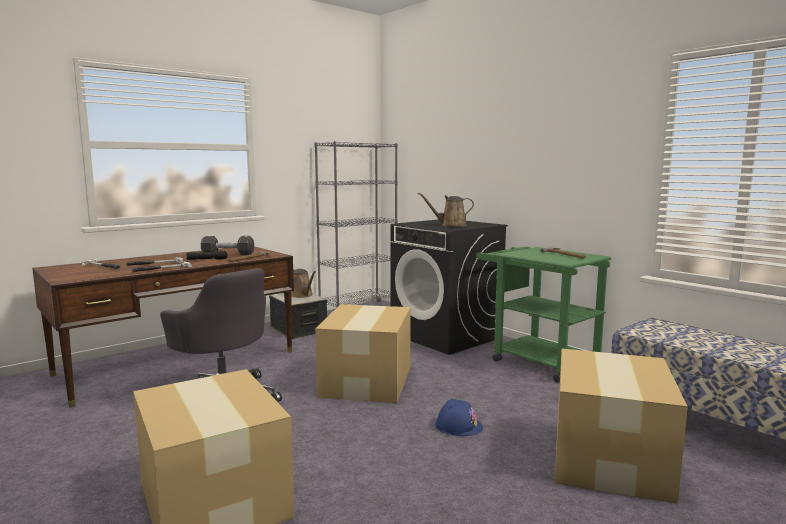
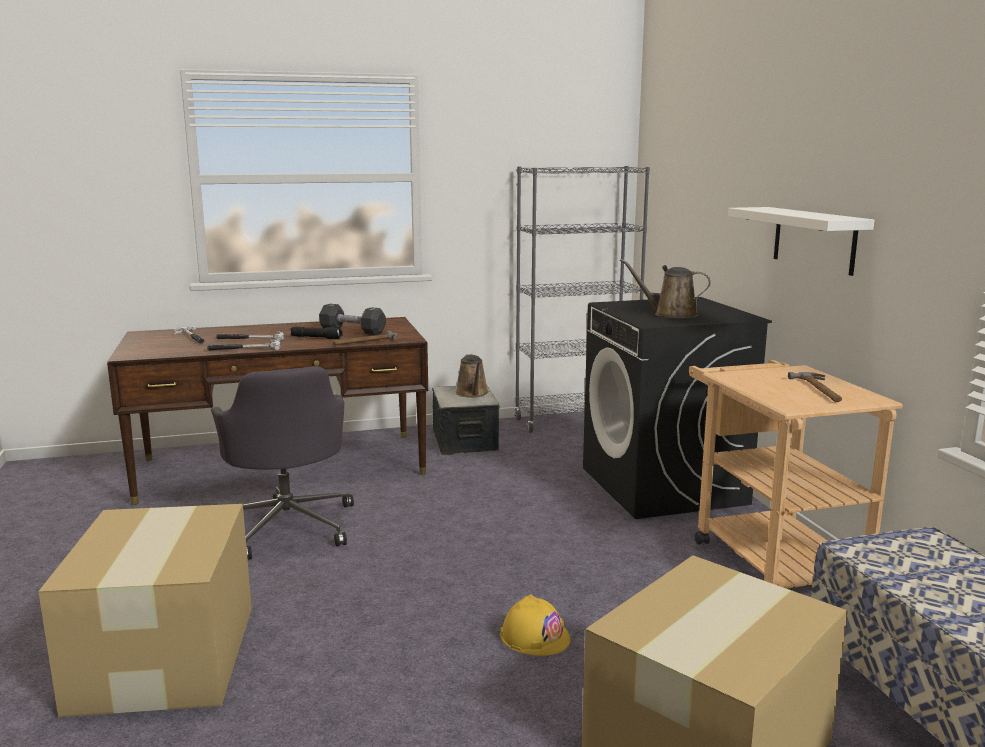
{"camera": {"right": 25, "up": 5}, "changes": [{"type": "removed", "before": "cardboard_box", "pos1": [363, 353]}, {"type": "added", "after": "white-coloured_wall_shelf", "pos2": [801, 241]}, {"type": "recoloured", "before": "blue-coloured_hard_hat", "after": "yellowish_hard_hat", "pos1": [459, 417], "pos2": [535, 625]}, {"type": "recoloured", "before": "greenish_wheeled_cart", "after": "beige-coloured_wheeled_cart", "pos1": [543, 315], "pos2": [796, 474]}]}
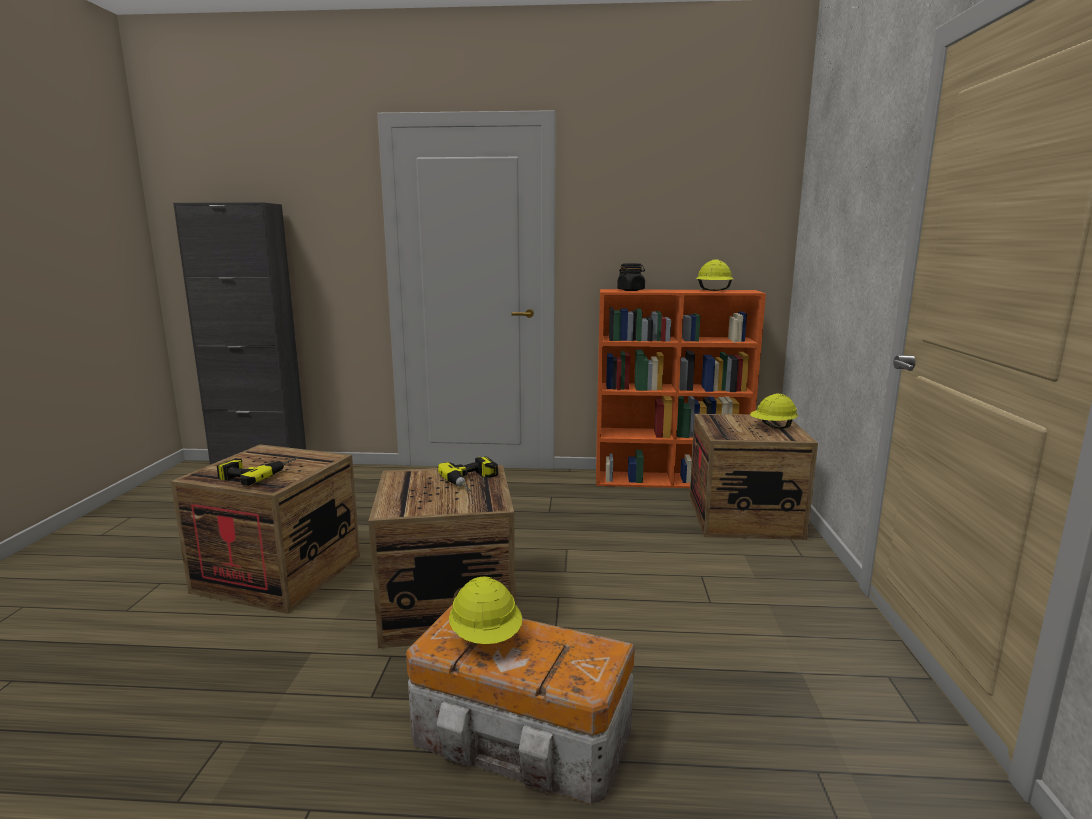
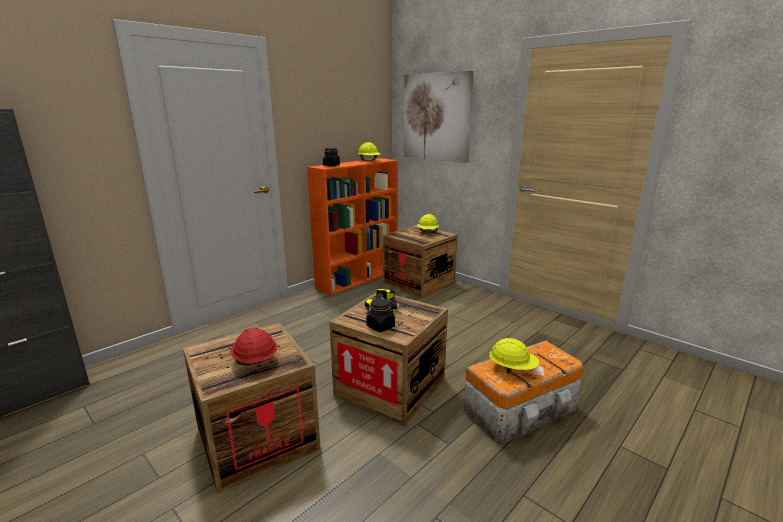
{"camera": {"right": -50, "up": 5}, "changes": [{"type": "added", "after": "blackish_jar", "pos2": [380, 315]}, {"type": "added", "after": "picture", "pos2": [439, 117]}, {"type": "replaced", "before": "drill", "after": "red-coloured_hard_hat", "pos1": [258, 471], "pos2": [253, 346]}]}
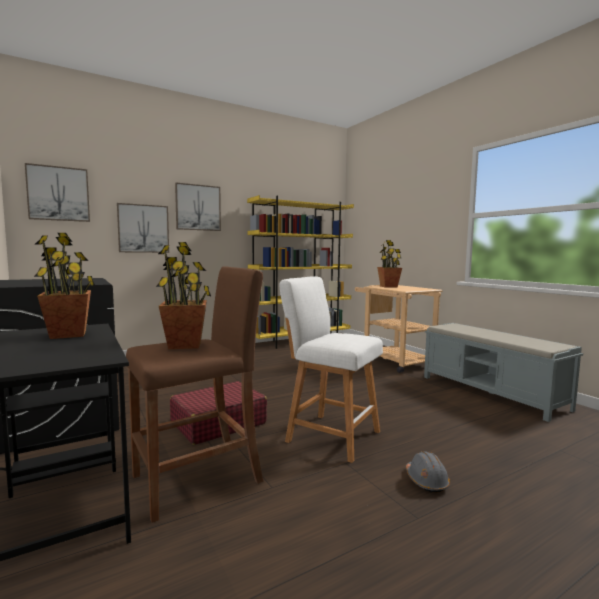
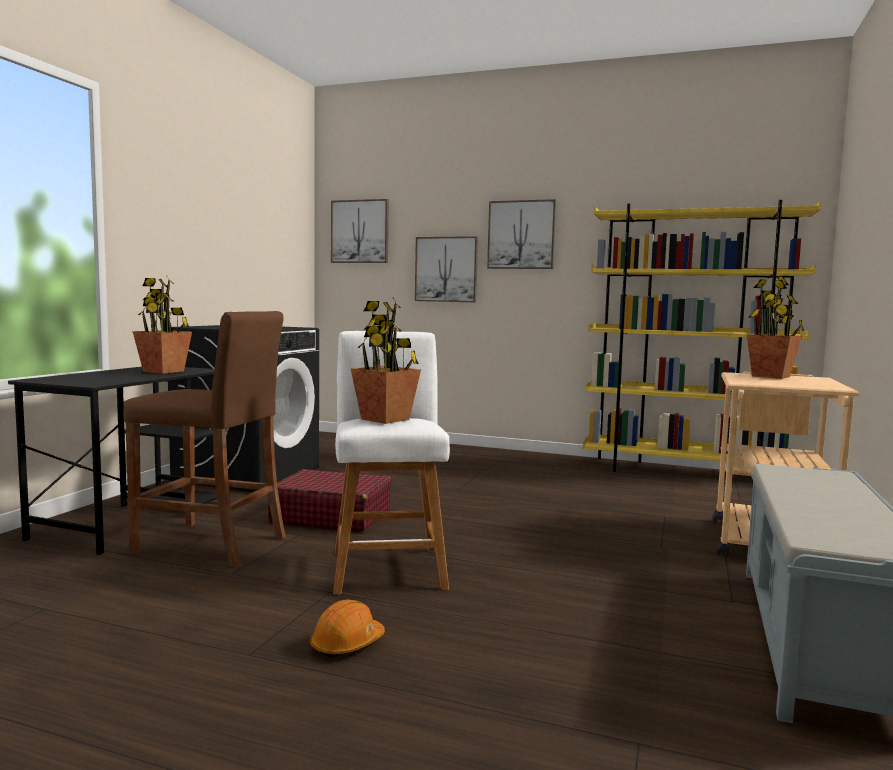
{"camera": {"right": 50, "up": 0}, "changes": [{"type": "moved", "before": "houseplant", "pos1": [183, 295], "pos2": [386, 360]}, {"type": "recoloured", "before": "grey_hard_hat", "after": "orange_hard_hat", "pos1": [428, 472], "pos2": [347, 628]}]}
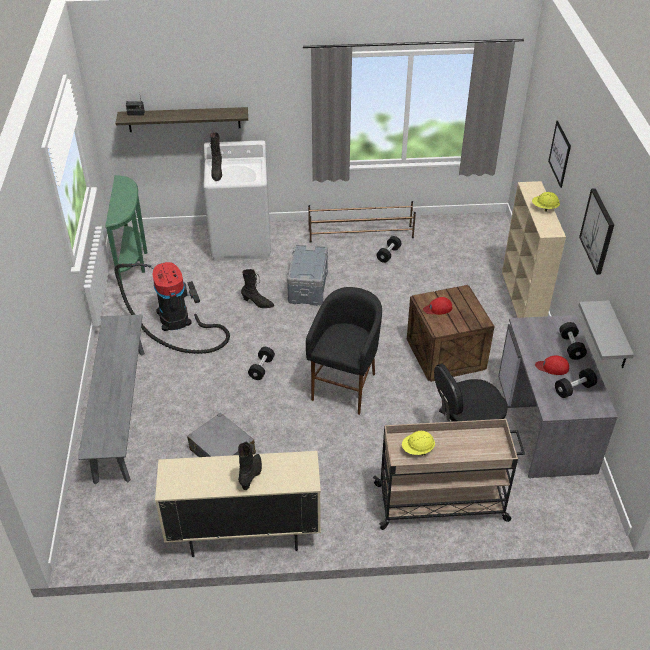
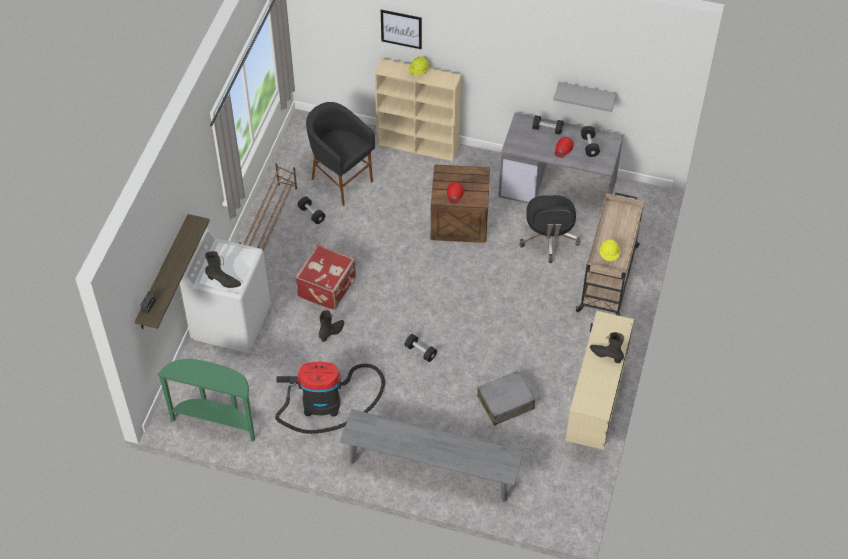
{"camera": {"right": -70, "up": 10}, "changes": [{"type": "removed", "before": "picture", "pos1": [596, 231]}, {"type": "moved", "before": "blackish_stool", "pos1": [344, 351], "pos2": [340, 154]}, {"type": "replaced", "before": "grey_storage_box", "after": "red-coloured_travel_case", "pos1": [307, 275], "pos2": [325, 277]}]}
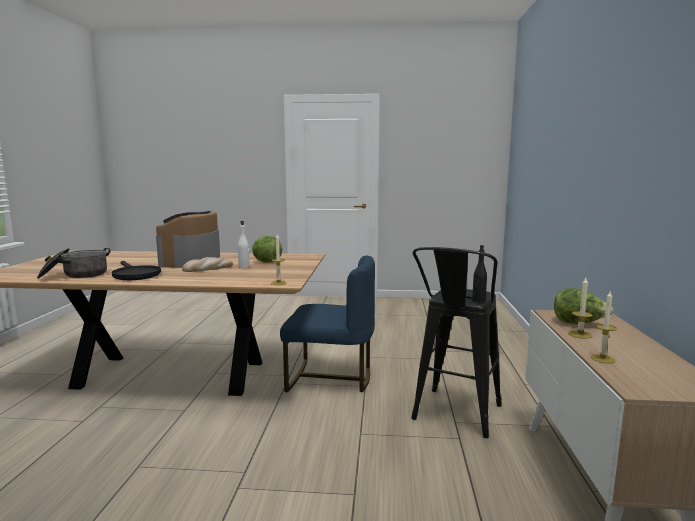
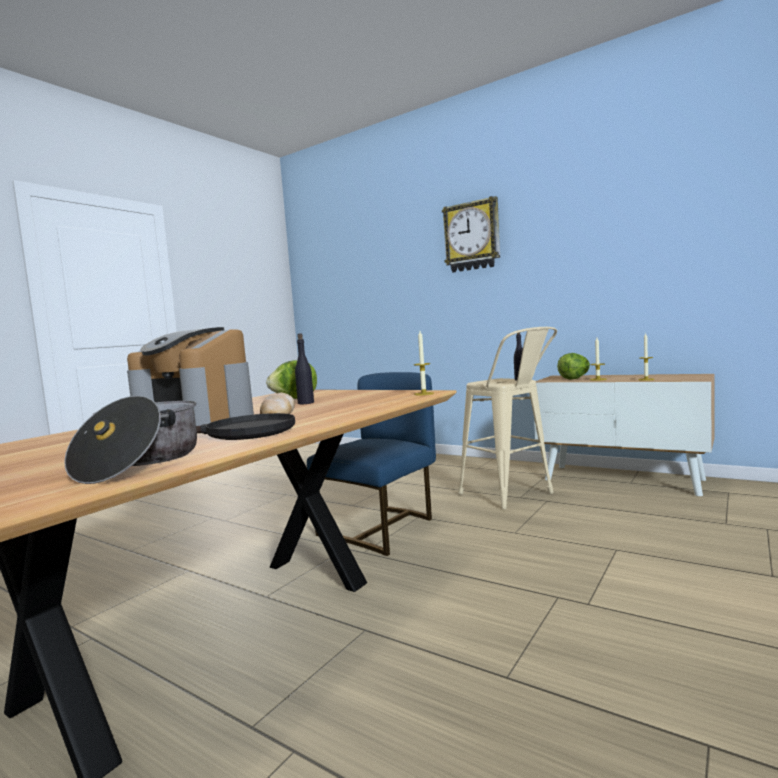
{"camera": {"right": -60, "up": -5}, "changes": [{"type": "added", "after": "wall_clock", "pos2": [471, 234]}, {"type": "recoloured", "before": "white-coloured_beverage_bottle", "after": "blackish_beverage_bottle", "pos1": [244, 244], "pos2": [304, 368]}, {"type": "recoloured", "before": "blackish_stool", "after": "beige-coloured_stool", "pos1": [456, 342], "pos2": [507, 418]}]}
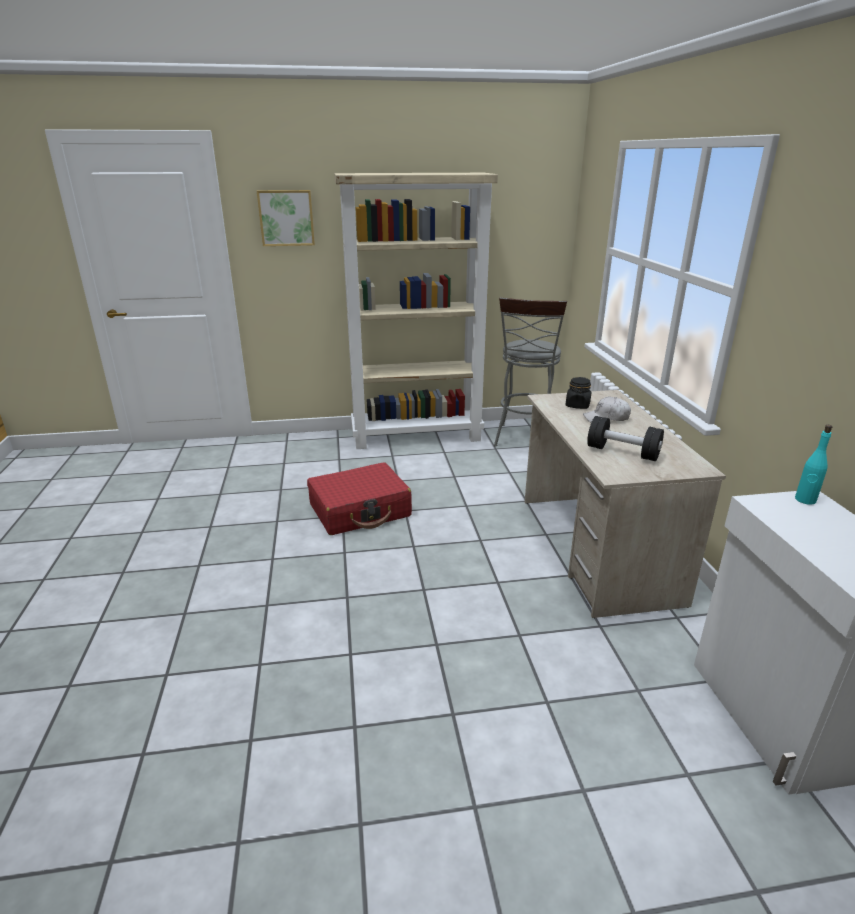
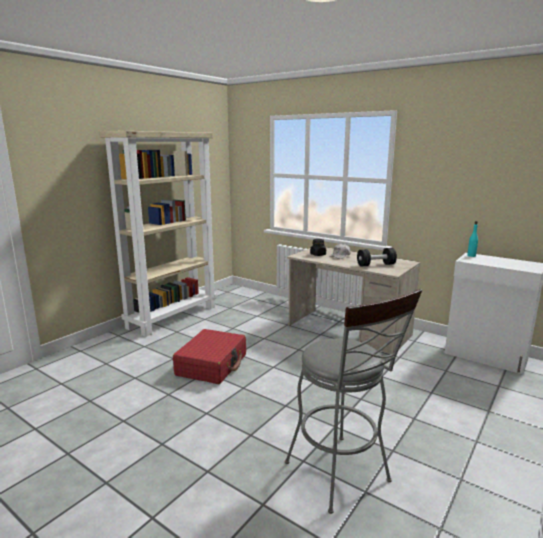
{"camera": {"right": -45, "up": -10}, "changes": [{"type": "removed", "before": "picture", "pos1": [286, 218]}, {"type": "moved", "before": "grey_stool", "pos1": [530, 372], "pos2": [353, 401]}]}
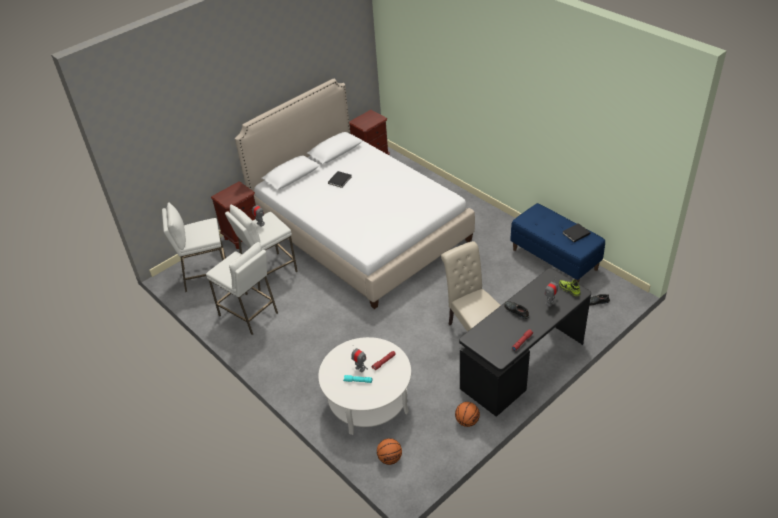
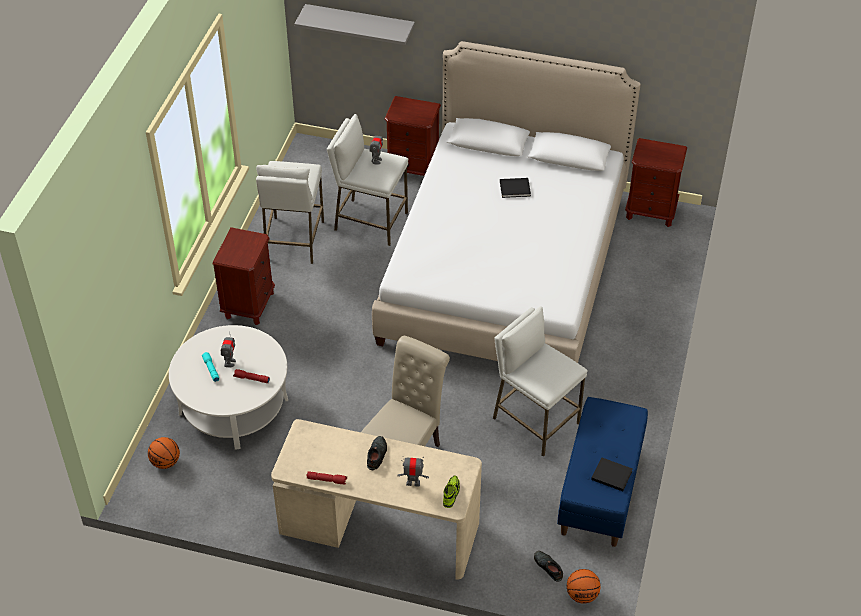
{"camera": {"right": 55, "up": 5}, "changes": [{"type": "added", "after": "brown-coloured_nightstand", "pos2": [244, 276]}, {"type": "added", "after": "grey_wall_shelf", "pos2": [354, 24]}, {"type": "moved", "before": "white-coloured_stool", "pos1": [194, 247], "pos2": [540, 381]}, {"type": "moved", "before": "basketball_ball", "pos1": [467, 414], "pos2": [584, 586]}, {"type": "recoloured", "before": "blackish_desk_table", "after": "beige-coloured_desk_table", "pos1": [525, 342], "pos2": [376, 499]}]}
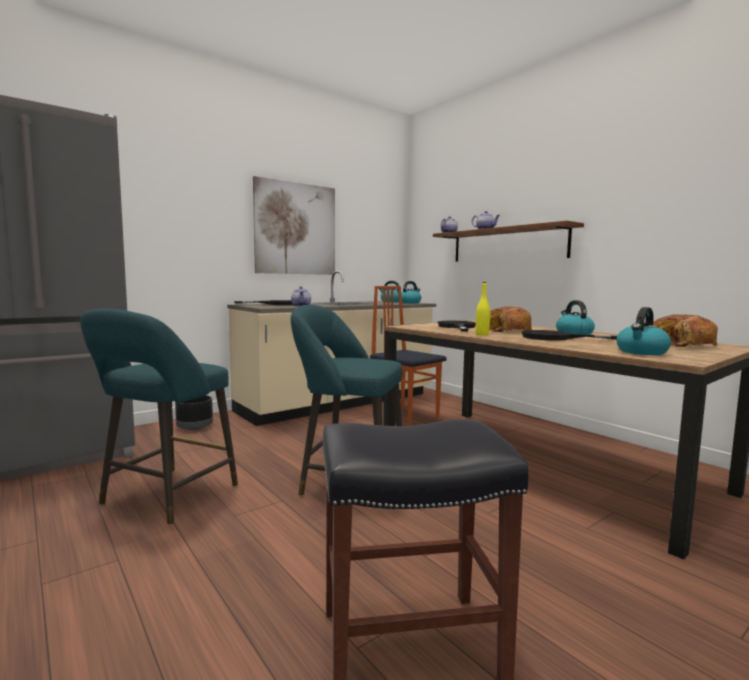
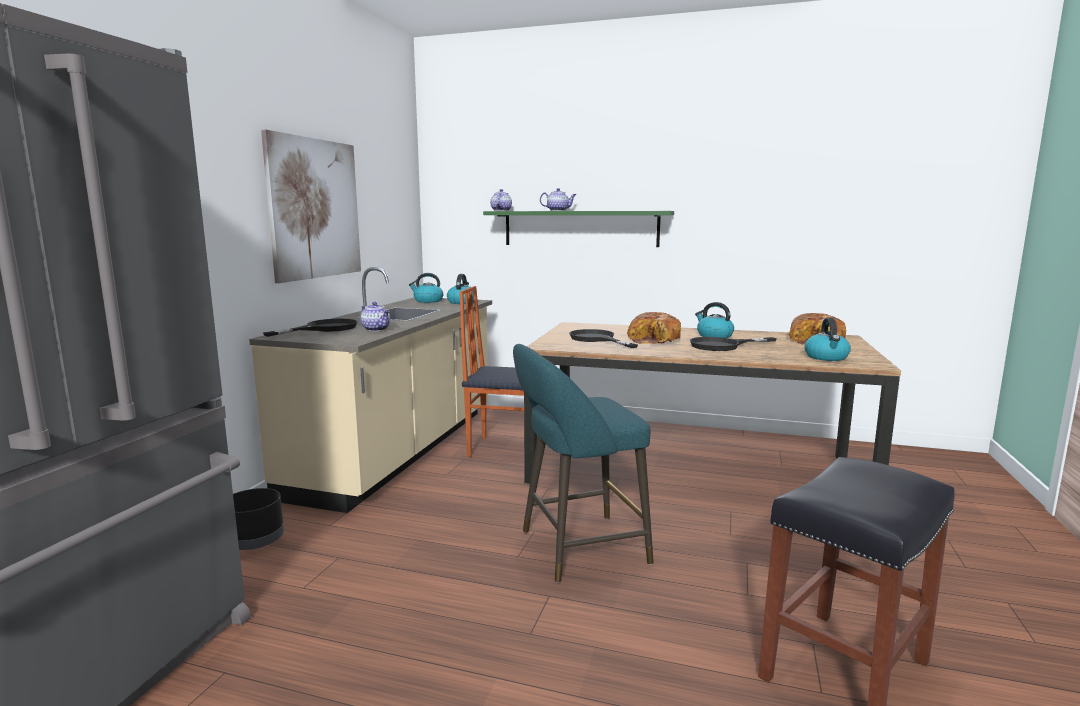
{"camera": {"right": -35, "up": 5}, "changes": [{"type": "removed", "before": "turquoise_stool", "pos1": [159, 417]}, {"type": "removed", "before": "yellowish_beverage_bottle", "pos1": [483, 308]}, {"type": "recoloured", "before": "brown-coloured_wall_shelf", "after": "greenish_wall_shelf", "pos1": [508, 241], "pos2": [578, 229]}]}
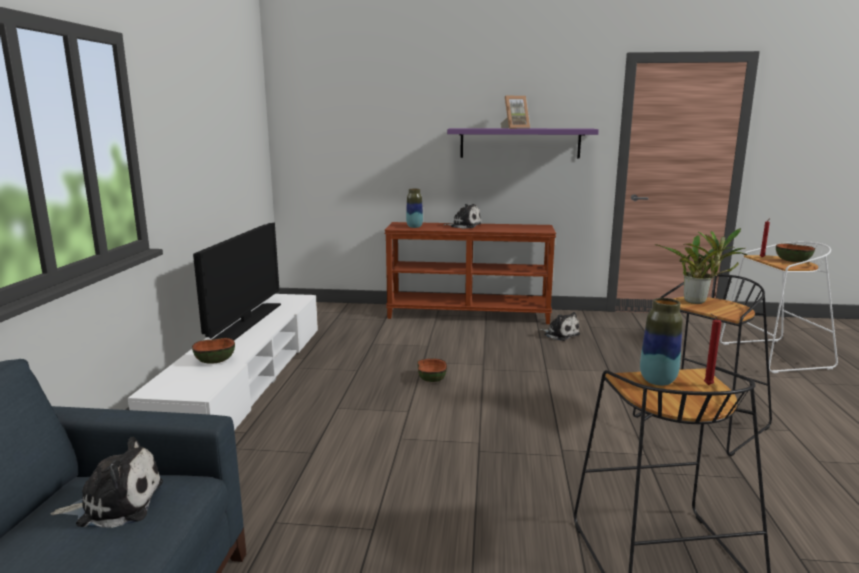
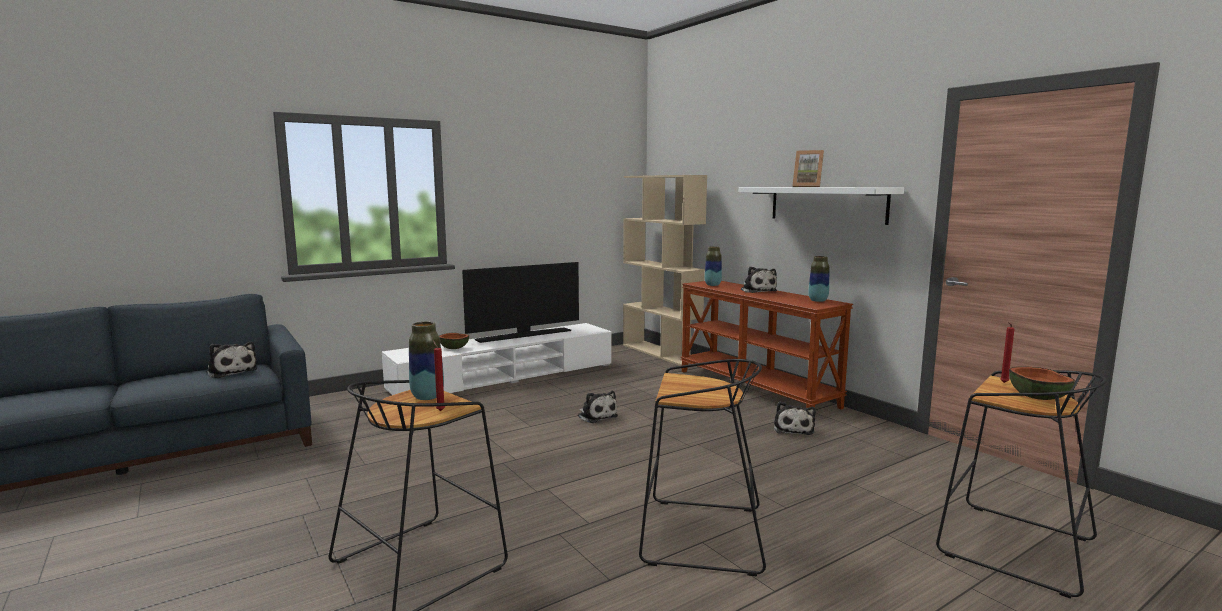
{"camera": {"right": 50, "up": -5}, "changes": [{"type": "removed", "before": "houseplant", "pos1": [701, 266]}, {"type": "added", "after": "beige-coloured_shelving_unit", "pos2": [665, 270]}, {"type": "added", "after": "vase", "pos2": [818, 279]}, {"type": "replaced", "before": "bowl", "after": "cuddly_toy", "pos1": [432, 370], "pos2": [598, 407]}, {"type": "recoloured", "before": "purple-coloured_wall_shelf", "after": "white-coloured_wall_shelf", "pos1": [523, 143], "pos2": [821, 206]}, {"type": "recoloured", "before": "white-coloured_stool", "after": "blackish_stool", "pos1": [779, 307], "pos2": [1021, 484]}]}
